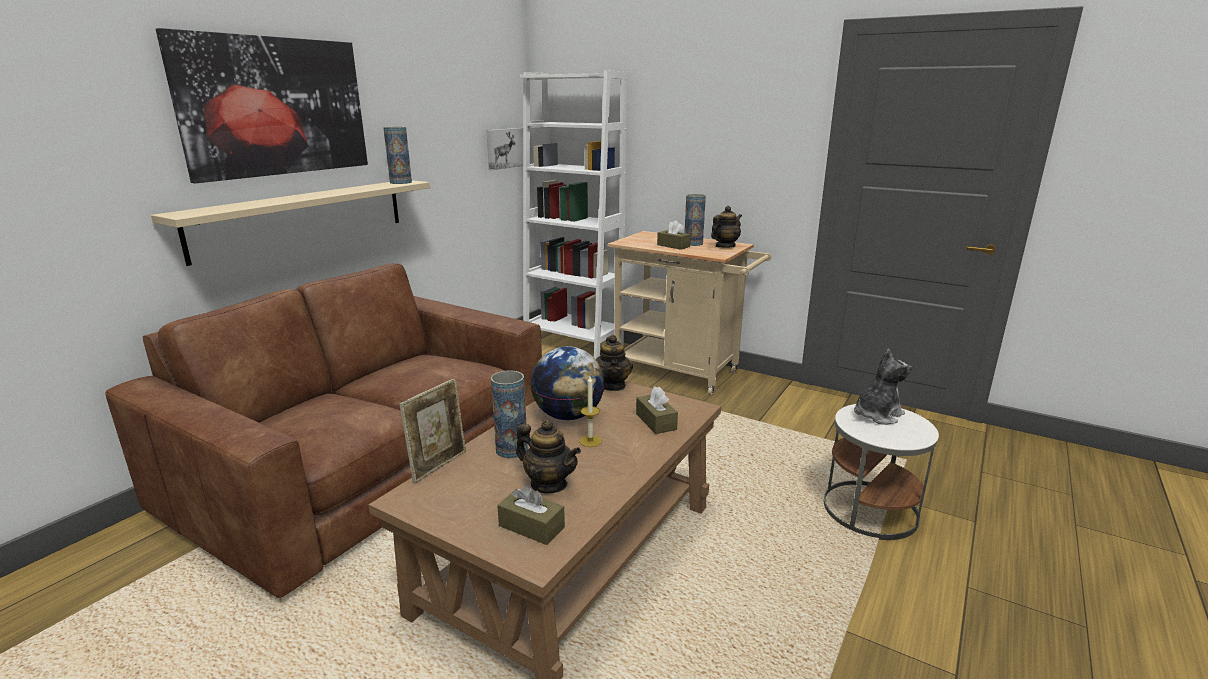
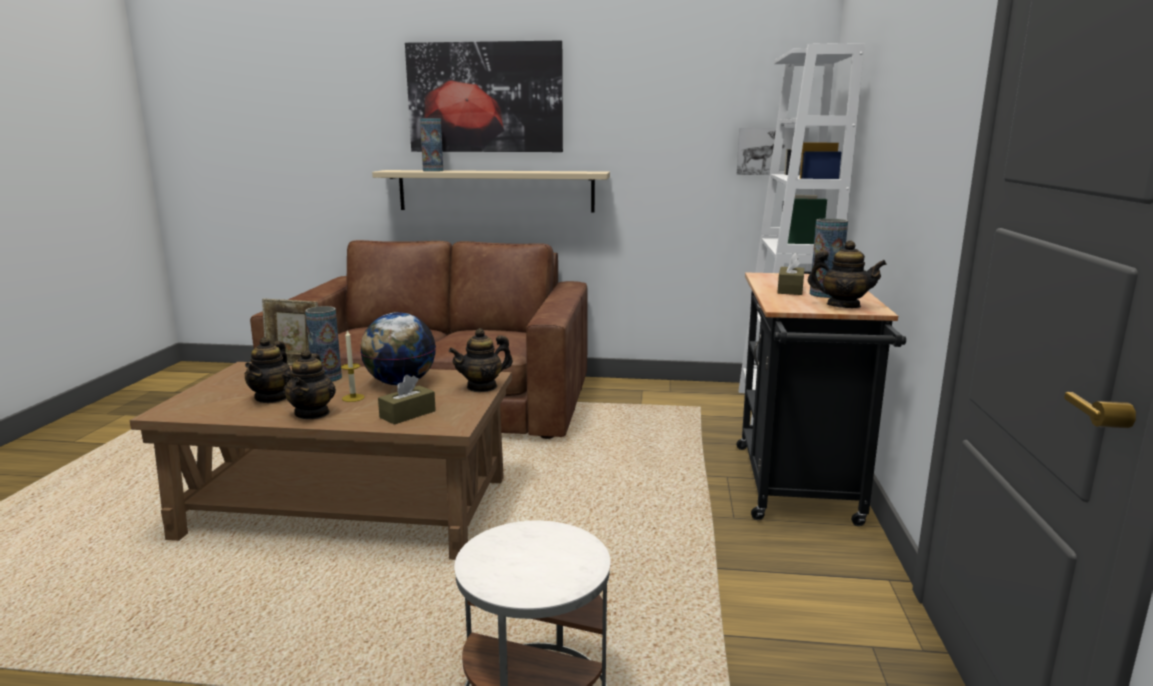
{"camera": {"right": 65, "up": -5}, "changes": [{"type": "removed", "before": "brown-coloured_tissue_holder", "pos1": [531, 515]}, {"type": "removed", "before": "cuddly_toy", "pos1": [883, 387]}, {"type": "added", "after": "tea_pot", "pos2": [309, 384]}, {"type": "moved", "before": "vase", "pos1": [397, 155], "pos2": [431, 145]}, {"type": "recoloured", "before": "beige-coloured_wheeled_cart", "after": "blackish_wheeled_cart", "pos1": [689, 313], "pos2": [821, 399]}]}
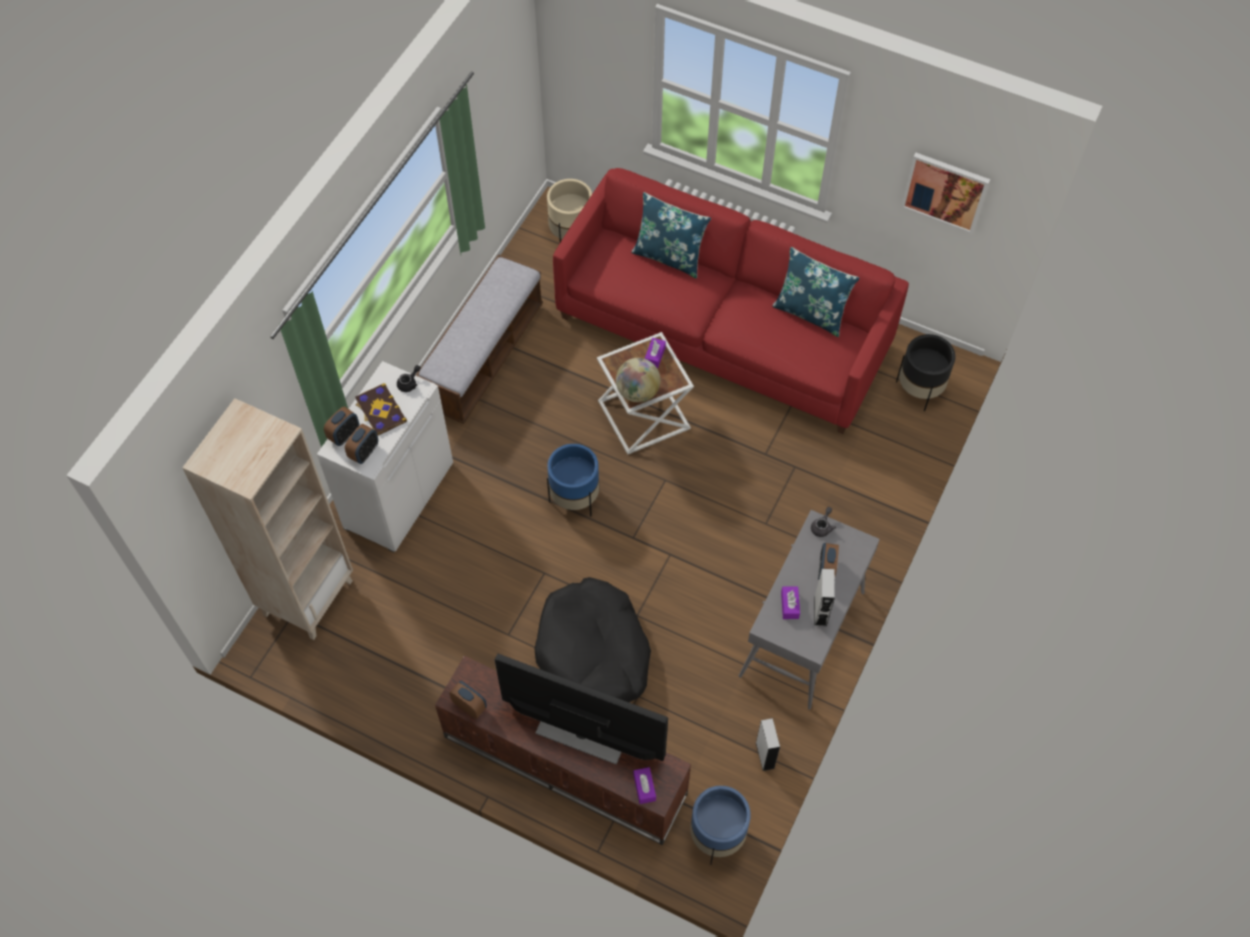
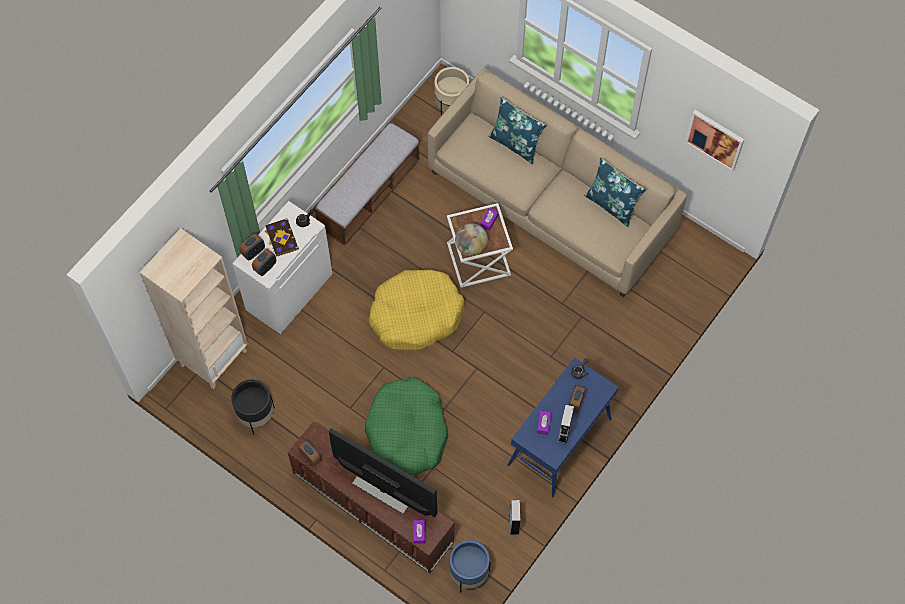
{"camera": {"right": 10, "up": 5}, "changes": [{"type": "moved", "before": "blackish_flower_pot", "pos1": [926, 372], "pos2": [253, 407]}, {"type": "replaced", "before": "blue-coloured_flower_pot", "after": "yellowish_pet_bed", "pos1": [573, 480], "pos2": [417, 310]}, {"type": "recoloured", "before": "blackish_pet_bed", "after": "greenish_pet_bed", "pos1": [593, 639], "pos2": [407, 426]}, {"type": "recoloured", "before": "red-coloured_settee", "after": "beige-coloured_settee", "pos1": [731, 301], "pos2": [557, 183]}, {"type": "recoloured", "before": "grey_narrow_table", "after": "blue-coloured_narrow_table", "pos1": [809, 610], "pos2": [563, 427]}]}
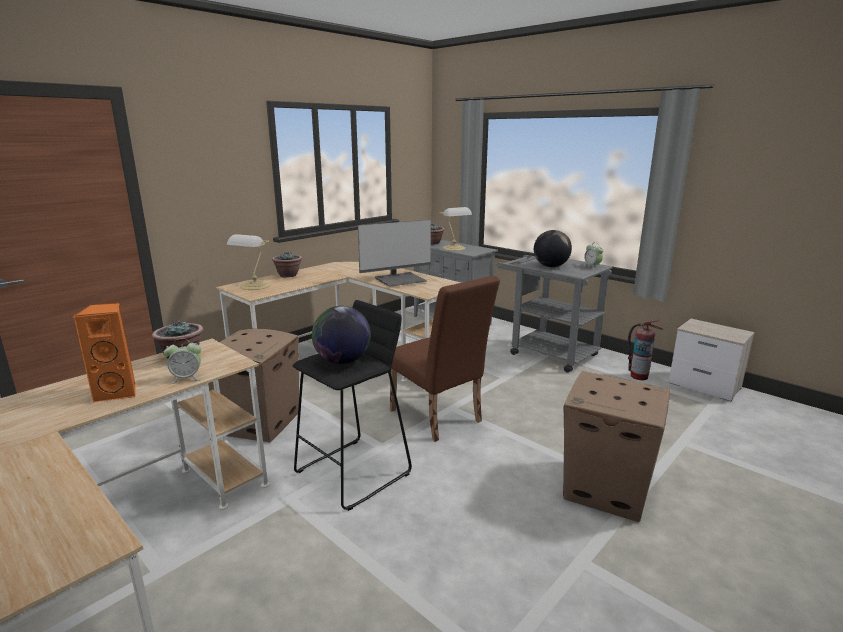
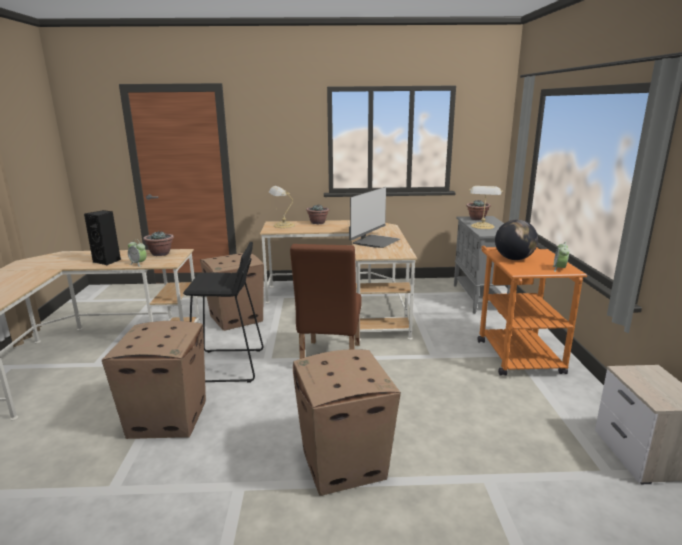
{"camera": {"right": 45, "up": 0}, "changes": [{"type": "removed", "before": "desk_globe", "pos1": [341, 335]}, {"type": "removed", "before": "extinguisher", "pos1": [645, 350]}, {"type": "added", "after": "cardboard_box", "pos2": [154, 380]}, {"type": "recoloured", "before": "orange_speaker", "after": "blackish_speaker", "pos1": [104, 352], "pos2": [102, 238]}, {"type": "recoloured", "before": "grey_wheeled_cart", "after": "orange_wheeled_cart", "pos1": [554, 314], "pos2": [532, 311]}, {"type": "turned", "before": "monitor", "pos1": [394, 253], "pos2": [374, 217], "turn": -75}]}
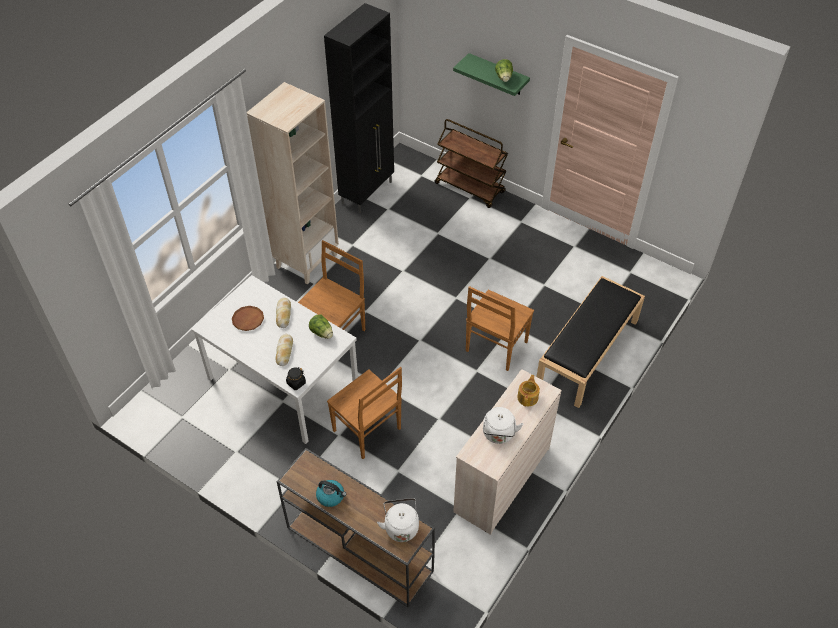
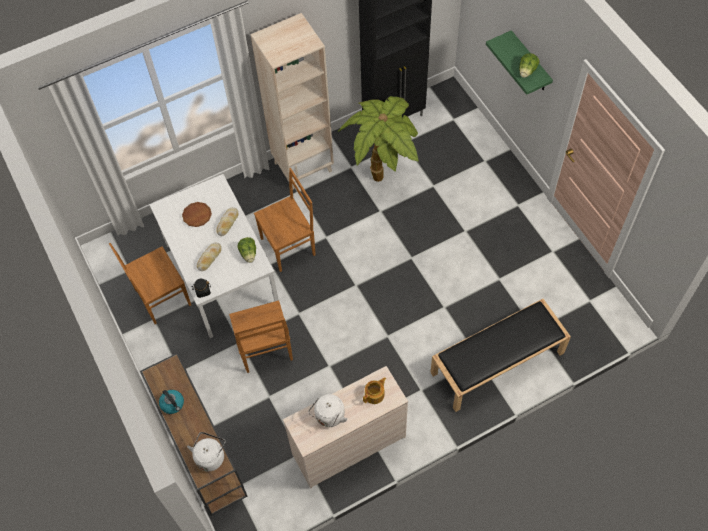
{"camera": {"right": 30, "up": 10}, "changes": [{"type": "removed", "before": "brown-coloured_wheeled_cart", "pos1": [471, 163]}, {"type": "added", "after": "houseplant", "pos2": [378, 139]}, {"type": "moved", "before": "brown-coloured_plain_chair", "pos1": [500, 328], "pos2": [150, 283]}]}
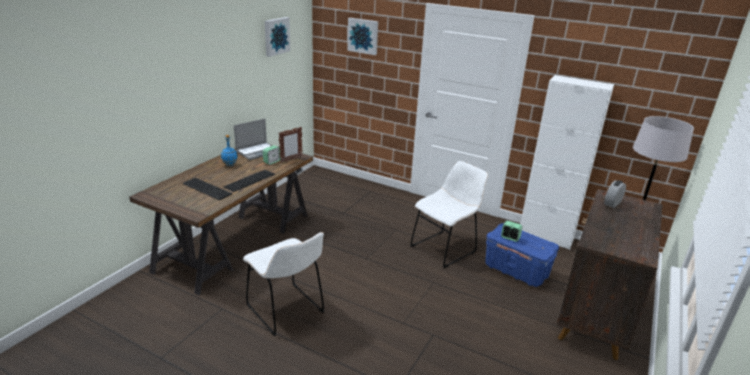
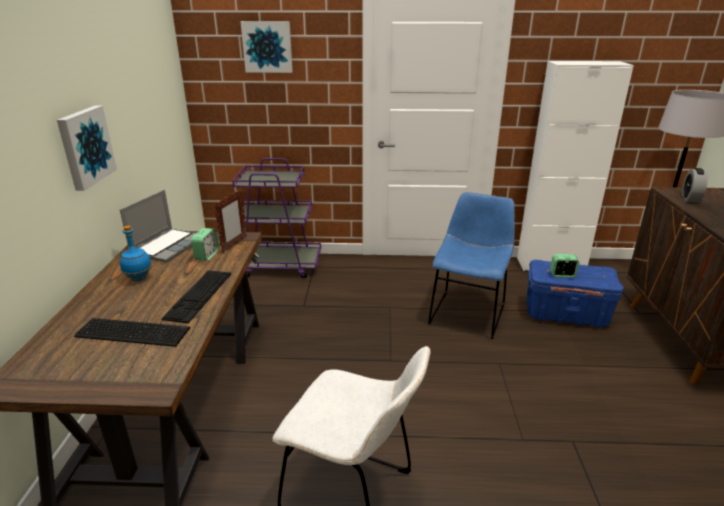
{"camera": {"right": -25, "up": 0}, "changes": [{"type": "added", "after": "purple-coloured_wheeled_cart", "pos2": [276, 218]}, {"type": "moved", "before": "picture", "pos1": [277, 37], "pos2": [87, 148]}, {"type": "recoloured", "before": "white-coloured_plain_chair", "after": "blue-coloured_plain_chair", "pos1": [449, 214], "pos2": [471, 265]}]}
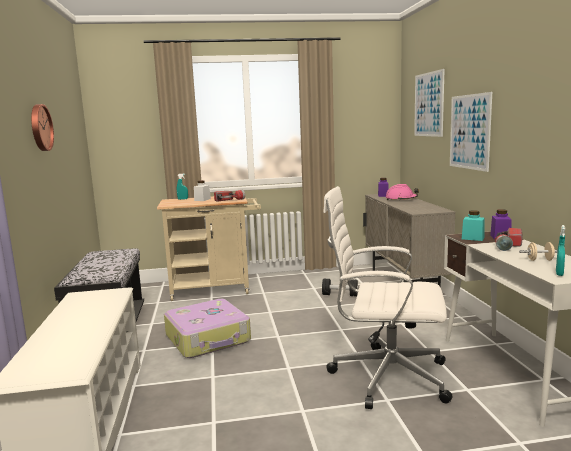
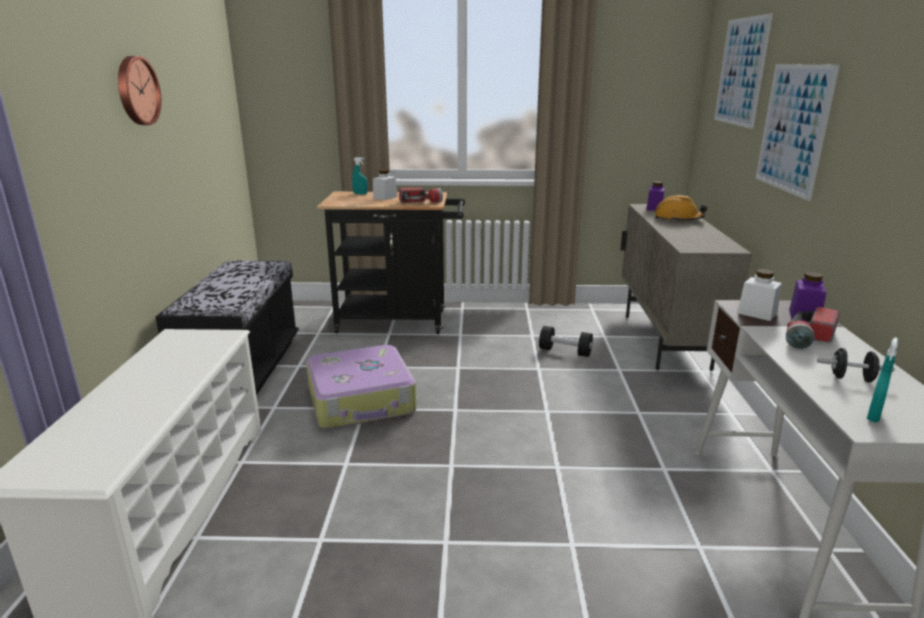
{"camera": {"right": 10, "up": 10}, "changes": [{"type": "removed", "before": "white-coloured_office_chair", "pos1": [387, 297]}, {"type": "recoloured", "before": "beige-coloured_wheeled_cart", "after": "blackish_wheeled_cart", "pos1": [209, 248], "pos2": [391, 263]}, {"type": "recoloured", "before": "pink_hard_hat", "after": "orange_hard_hat", "pos1": [402, 192], "pos2": [681, 208]}, {"type": "recoloured", "before": "turquoise_jar", "after": "white-coloured_jar", "pos1": [473, 225], "pos2": [759, 295]}, {"type": "recoloured", "before": "beige-coloured_hand_weight", "after": "blackish_hand_weight", "pos1": [538, 251], "pos2": [856, 365]}]}
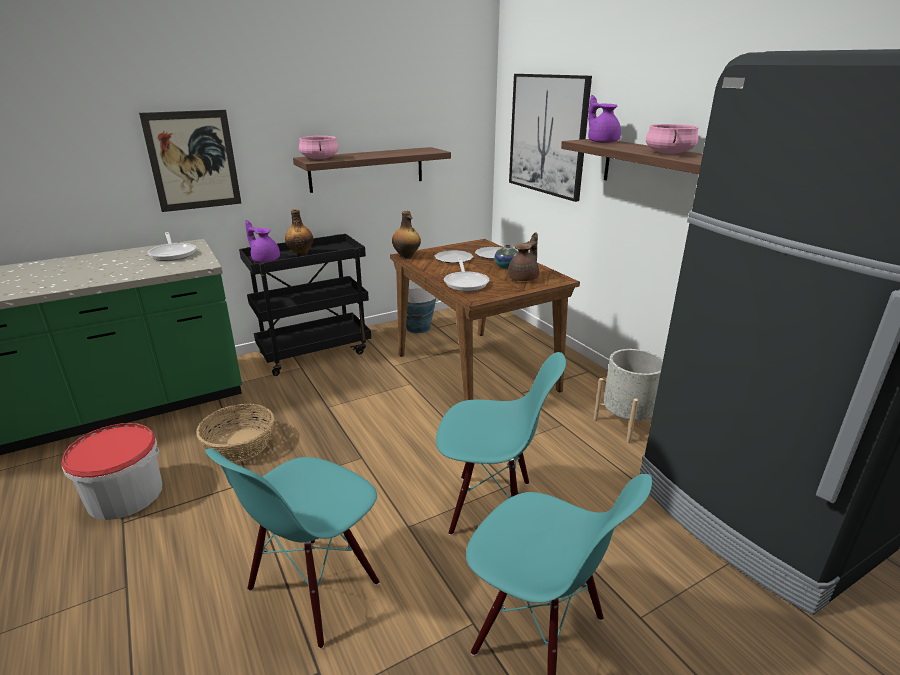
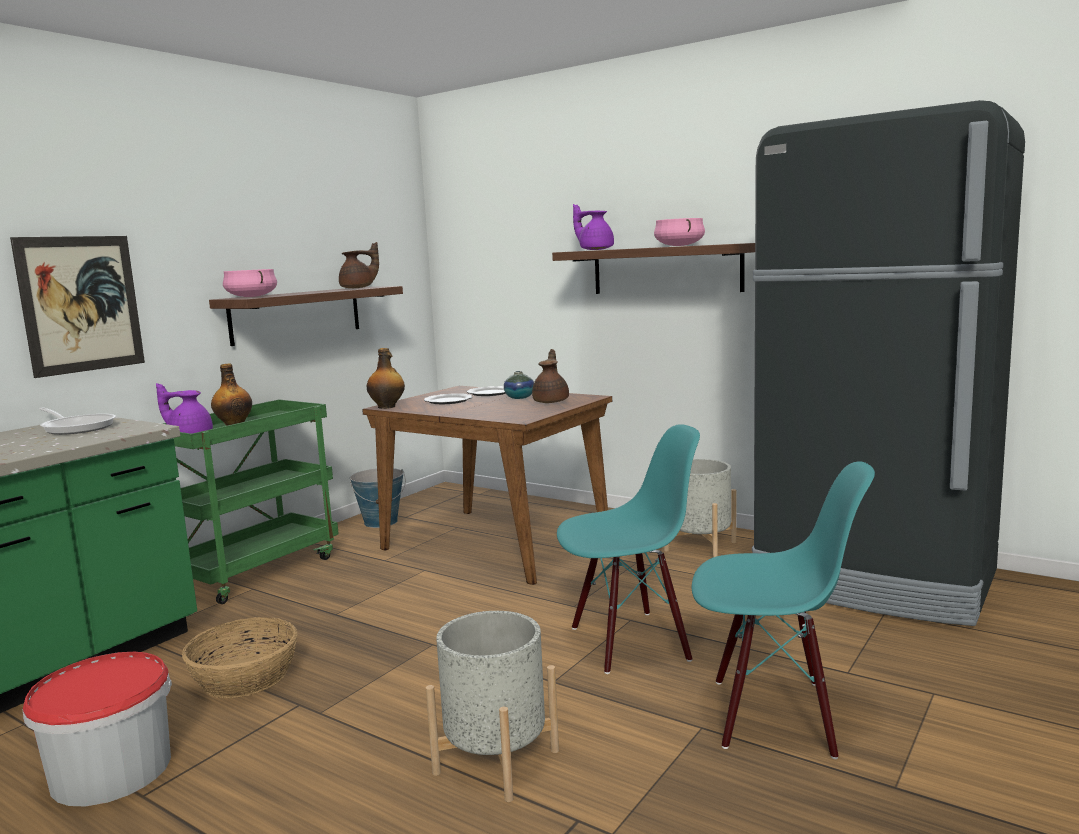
{"camera": {"right": -25, "up": -15}, "changes": [{"type": "removed", "before": "skillet", "pos1": [466, 274]}, {"type": "removed", "before": "picture", "pos1": [550, 138]}, {"type": "added", "after": "brown-coloured_tea_pot", "pos2": [359, 265]}, {"type": "replaced", "before": "turquoise_plain_chair", "after": "grey_flower_pot", "pos1": [292, 548], "pos2": [492, 706]}, {"type": "recoloured", "before": "blackish_wheeled_cart", "after": "greenish_wheeled_cart", "pos1": [305, 305], "pos2": [251, 502]}]}
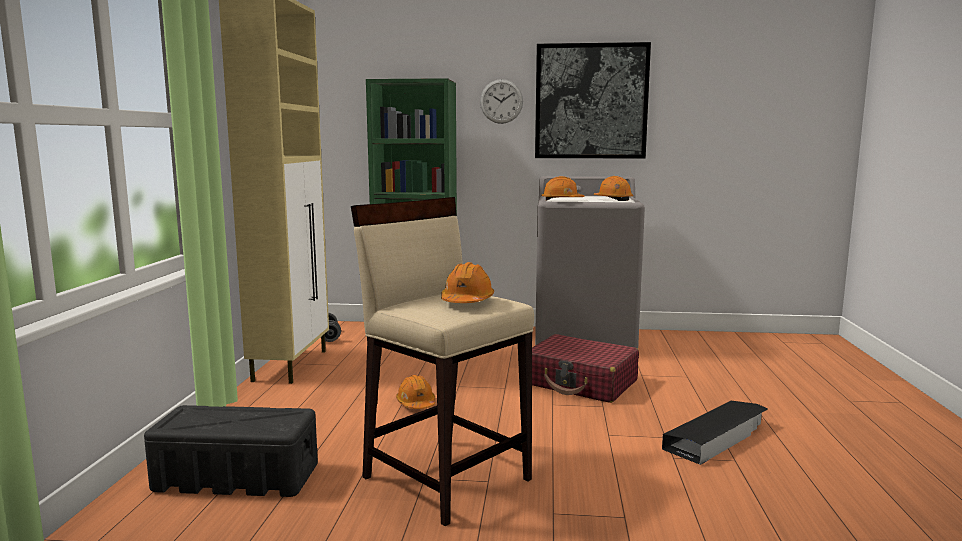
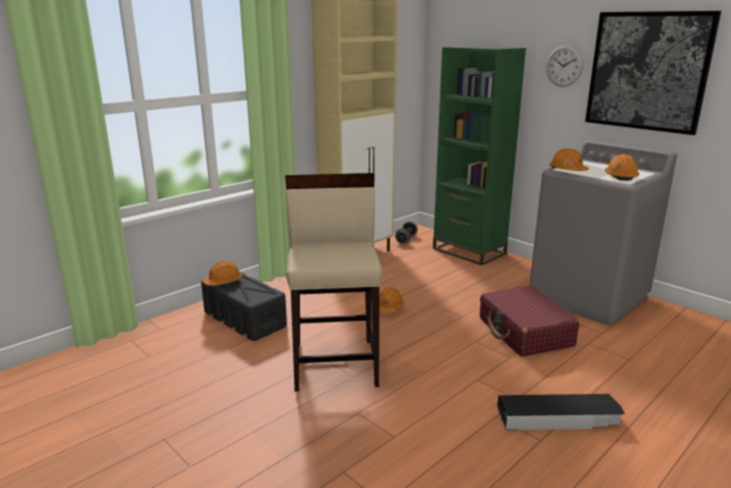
{"camera": {"right": 40, "up": 10}, "changes": [{"type": "moved", "before": "orange_hard_hat", "pos1": [467, 282], "pos2": [222, 273]}]}
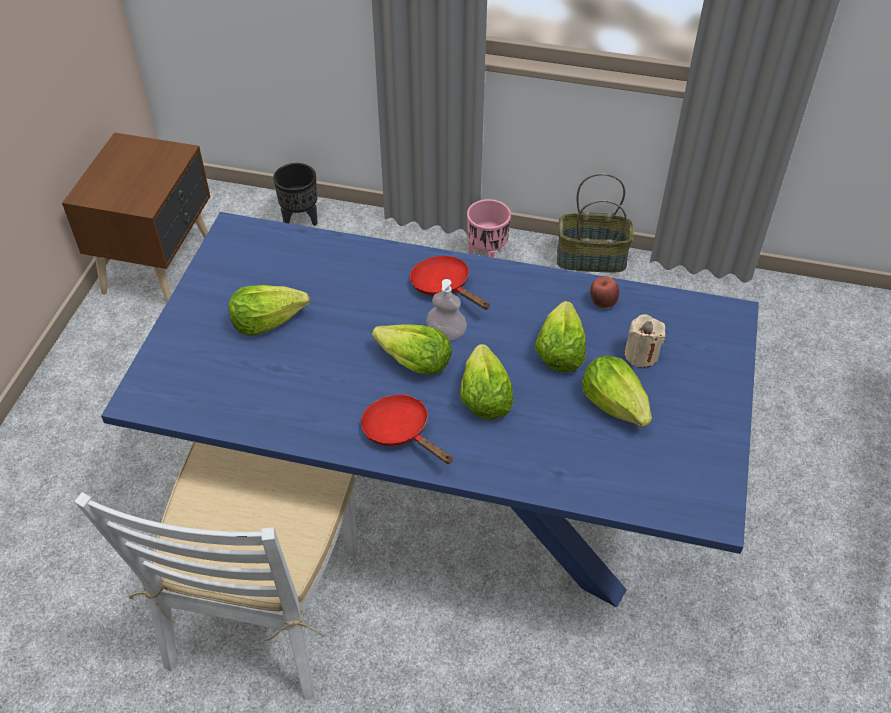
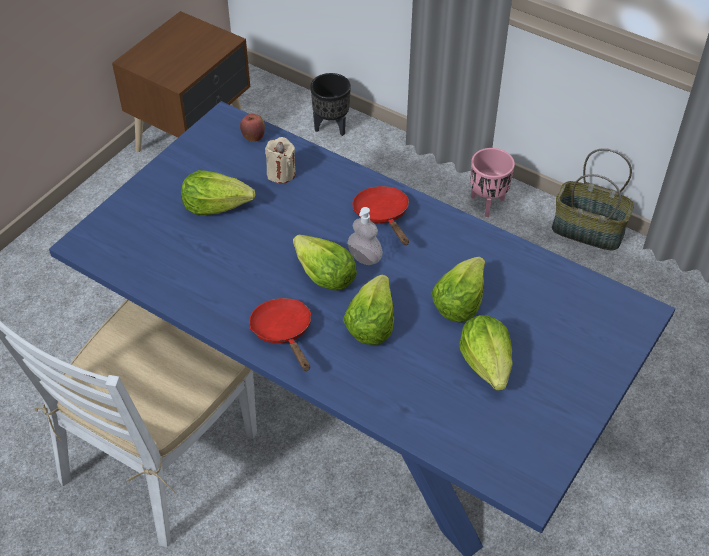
{"camera": {"right": 20, "up": 0}, "changes": [{"type": "moved", "before": "whole_apple", "pos1": [604, 292], "pos2": [252, 128]}, {"type": "moved", "before": "beige-coloured_candle", "pos1": [645, 340], "pos2": [280, 160]}]}
